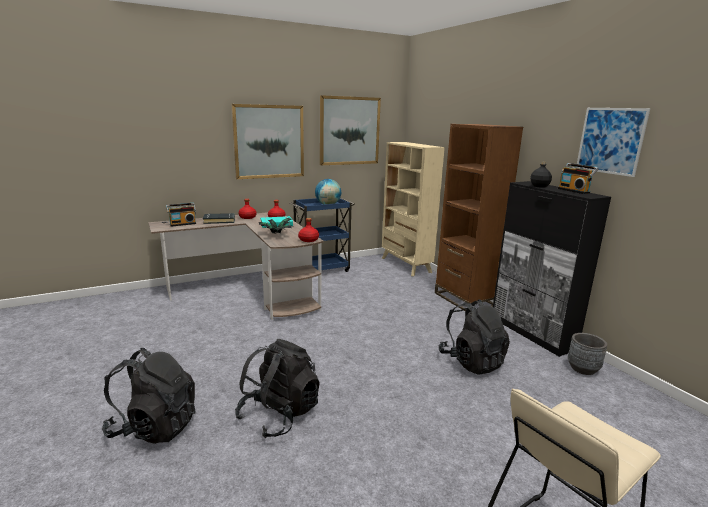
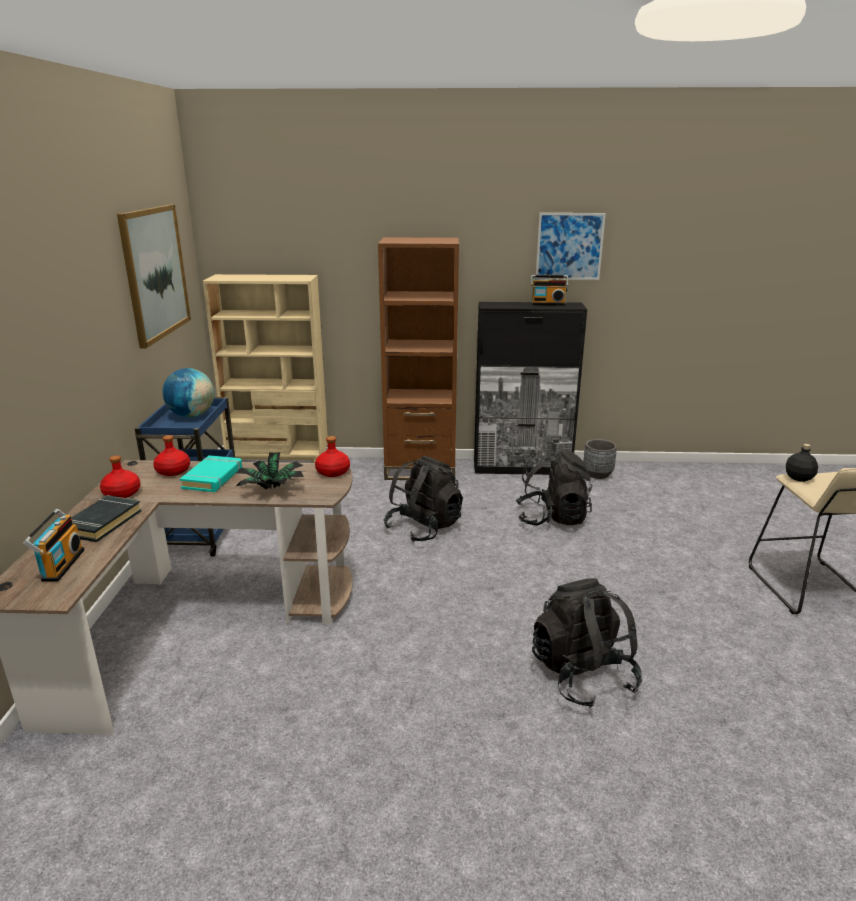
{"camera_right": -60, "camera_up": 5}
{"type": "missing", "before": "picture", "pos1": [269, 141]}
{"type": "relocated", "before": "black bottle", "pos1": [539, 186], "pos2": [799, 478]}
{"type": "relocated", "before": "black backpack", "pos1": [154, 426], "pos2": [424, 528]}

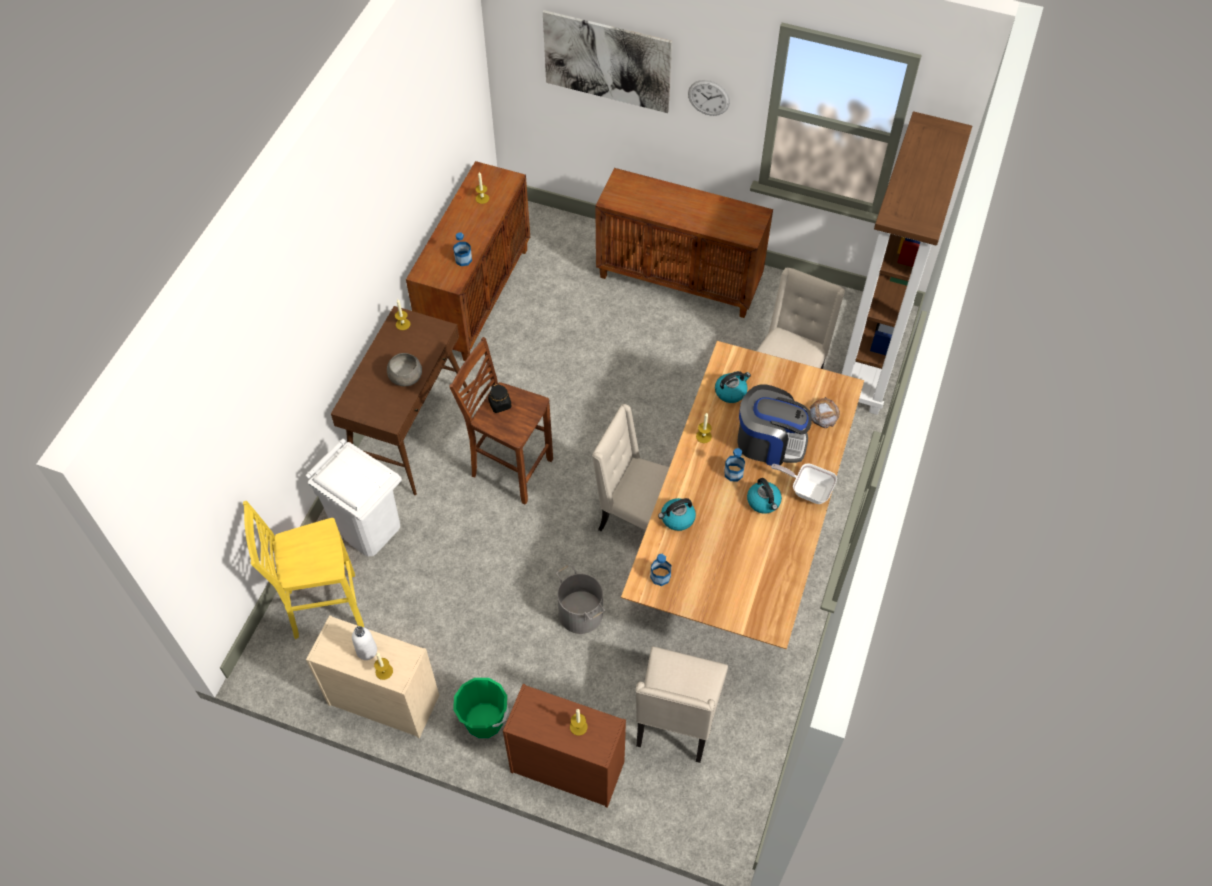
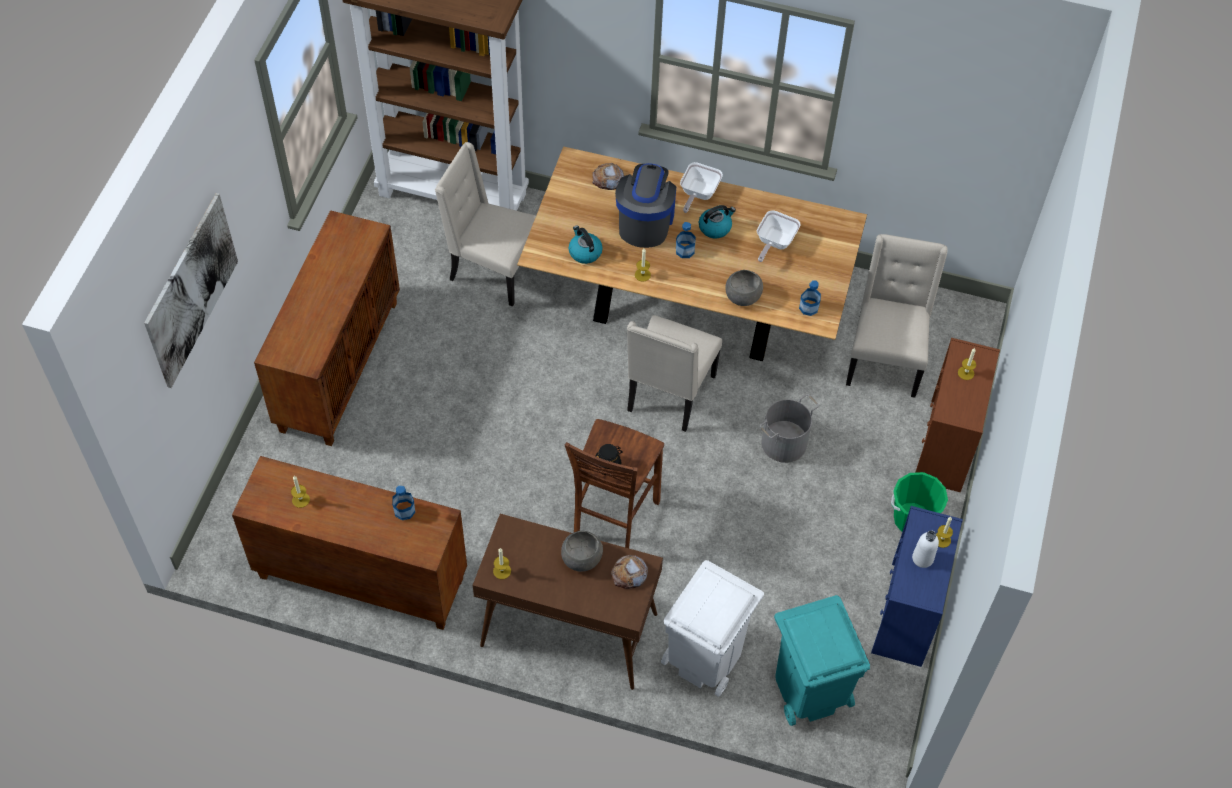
{"camera_right": -95, "camera_up": 0}
{"type": "missing", "before": "wall clock", "pos1": [708, 97]}
{"type": "exchanged", "before": "kettle", "after": "grey bowl", "pos1": [677, 519], "pos2": [742, 295]}
{"type": "exchanged", "before": "yellow stool", "after": "turquoise trash can", "pos1": [323, 607], "pos2": [809, 690]}
{"type": "colour", "before": "beige dresser", "after": "blue dresser", "pos1": [382, 699], "pos2": [906, 615]}
{"type": "spun", "before": "beige chair", "pos1": [676, 721], "pos2": [884, 360], "turn": -90}
{"type": "appeared", "after": "frying pan", "pos2": [774, 243]}
{"type": "appeared", "after": "bread", "pos2": [629, 574]}

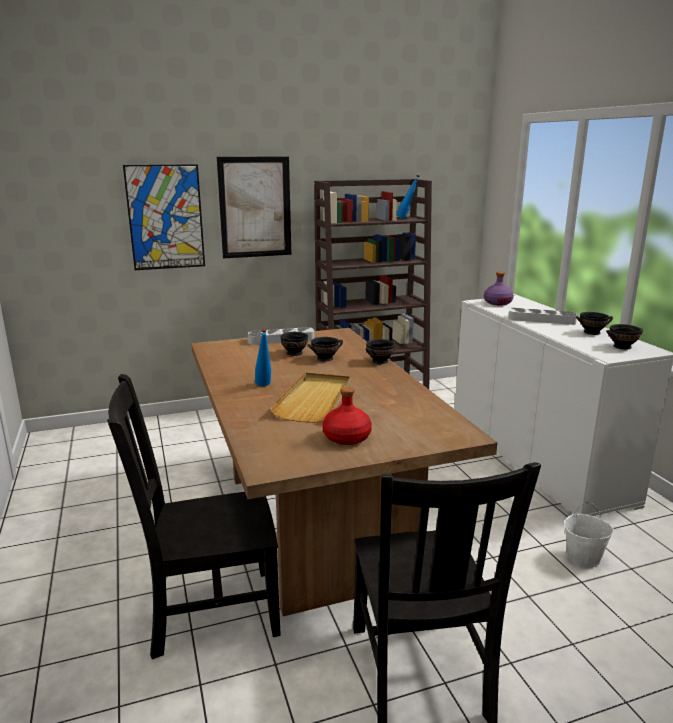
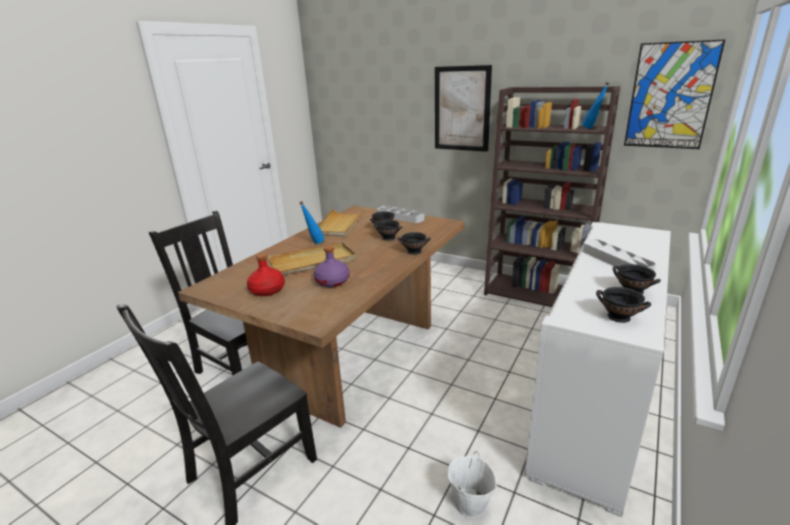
{"camera_right": 50, "camera_up": 5}
{"type": "relocated", "before": "picture", "pos1": [165, 217], "pos2": [670, 96]}
{"type": "relocated", "before": "purple bottle", "pos1": [497, 303], "pos2": [333, 281]}
{"type": "appeared", "after": "beige tray", "pos2": [340, 225]}

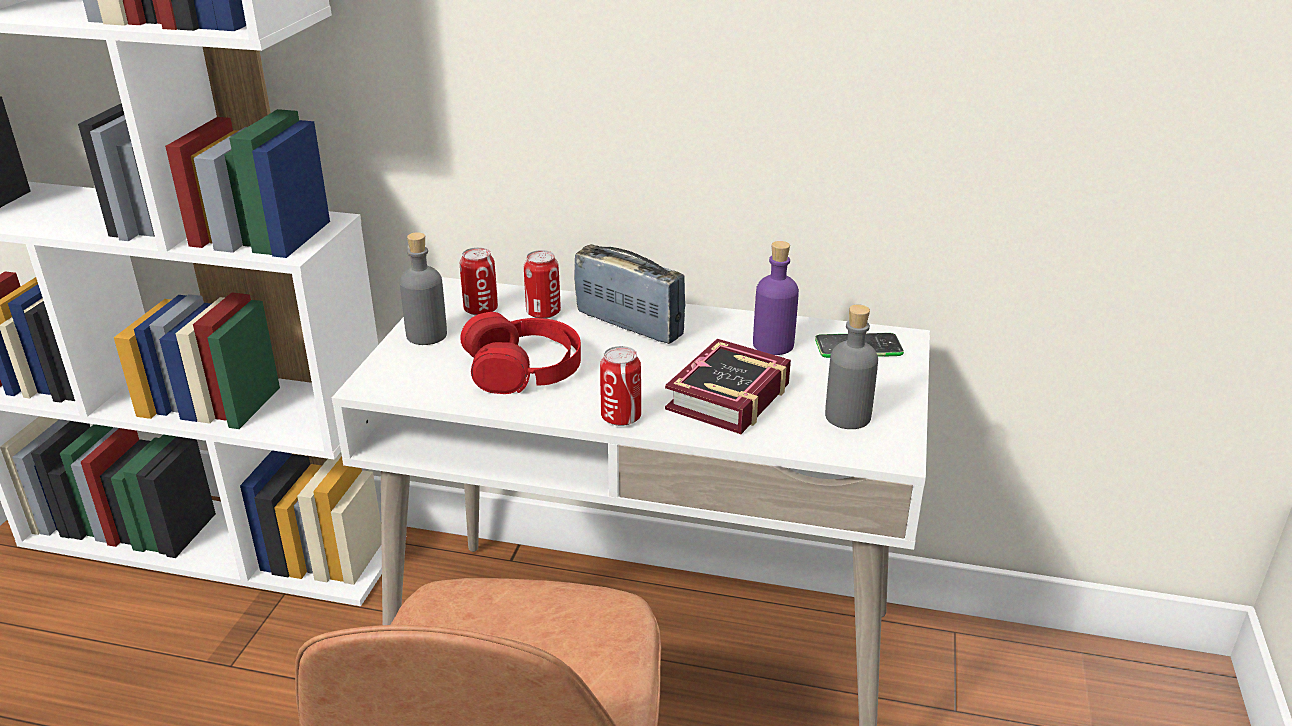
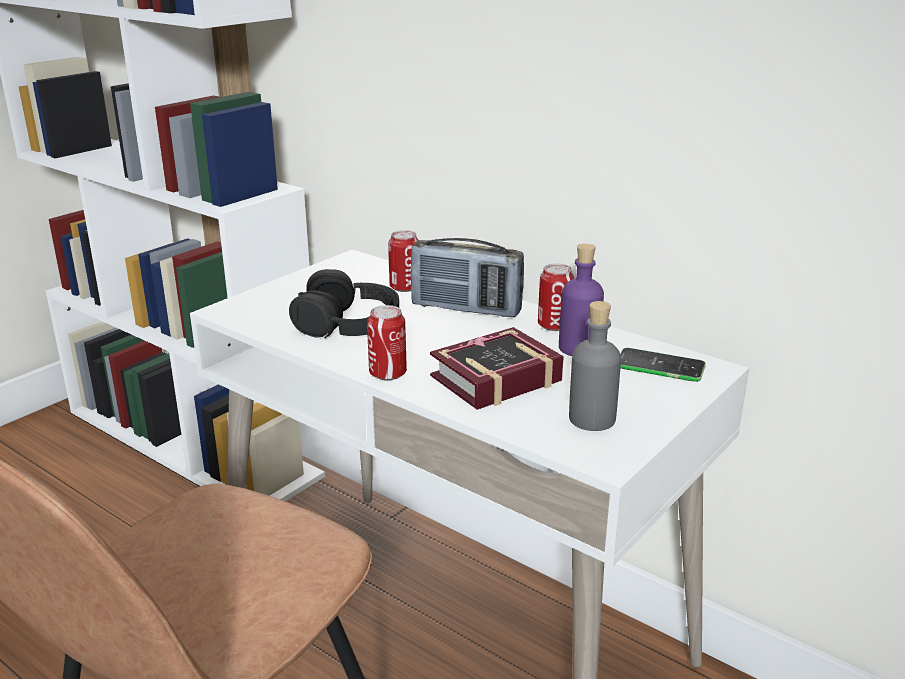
{"camera_right": 25, "camera_up": -5}
{"type": "missing", "before": "grey bottle", "pos1": [427, 335]}
{"type": "spun", "before": "radio", "pos1": [629, 325], "pos2": [466, 309], "turn": 135}
{"type": "relocated", "before": "can", "pos1": [481, 310], "pos2": [554, 325]}
{"type": "colour", "before": "red headphones", "after": "black headphones", "pos1": [524, 368], "pos2": [348, 322]}

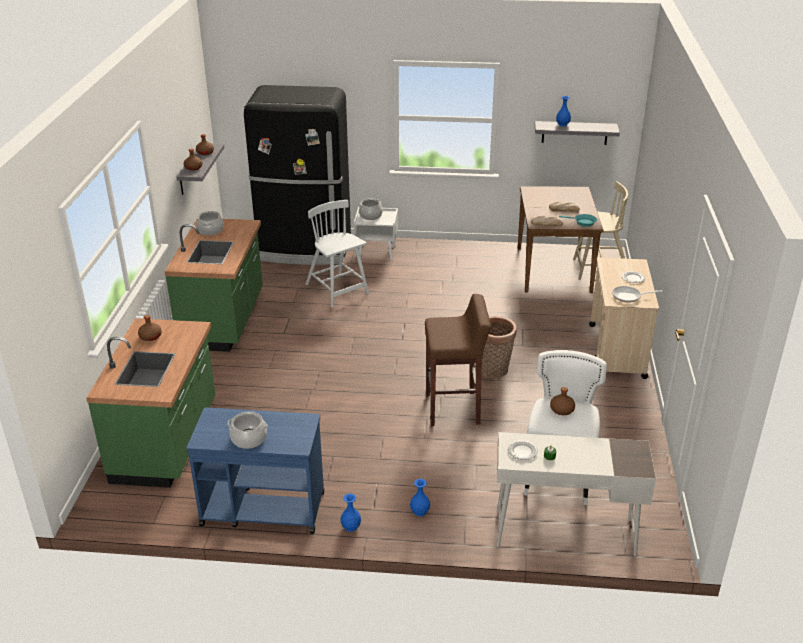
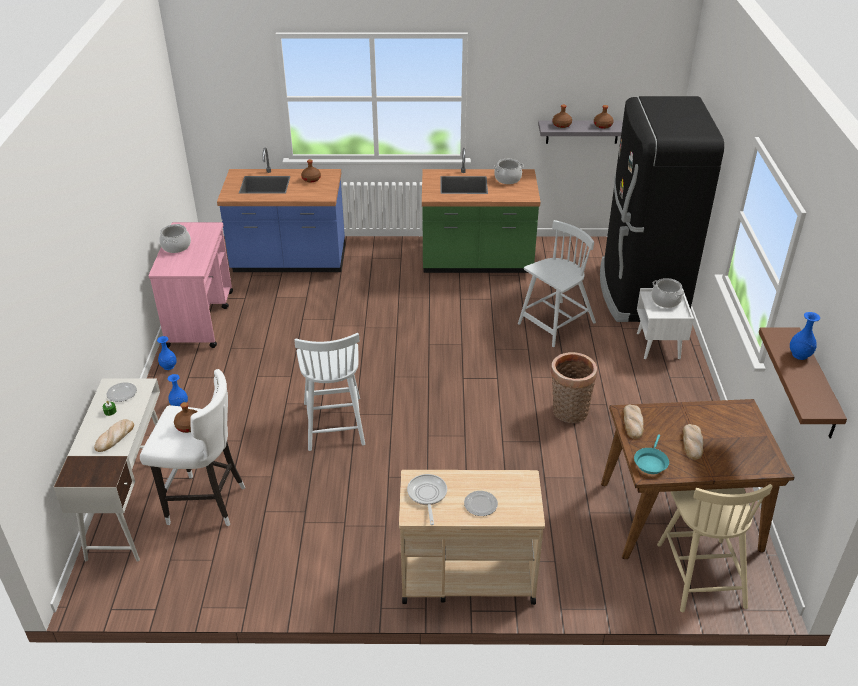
{"camera_right": 85, "camera_up": 5}
{"type": "colour", "before": "grey shelf", "after": "brown shelf", "pos1": [574, 133], "pos2": [817, 385]}
{"type": "exchanged", "before": "brown stool", "after": "white chair", "pos1": [453, 409], "pos2": [334, 422]}
{"type": "relocated", "before": "basket", "pos1": [494, 371], "pos2": [568, 413]}
{"type": "colour", "before": "green counter", "after": "blue counter", "pos1": [167, 442], "pos2": [289, 261]}
{"type": "colour", "before": "blue cart", "after": "pink cart", "pos1": [262, 508], "pos2": [200, 318]}
{"type": "appeared", "after": "bread", "pos2": [114, 437]}

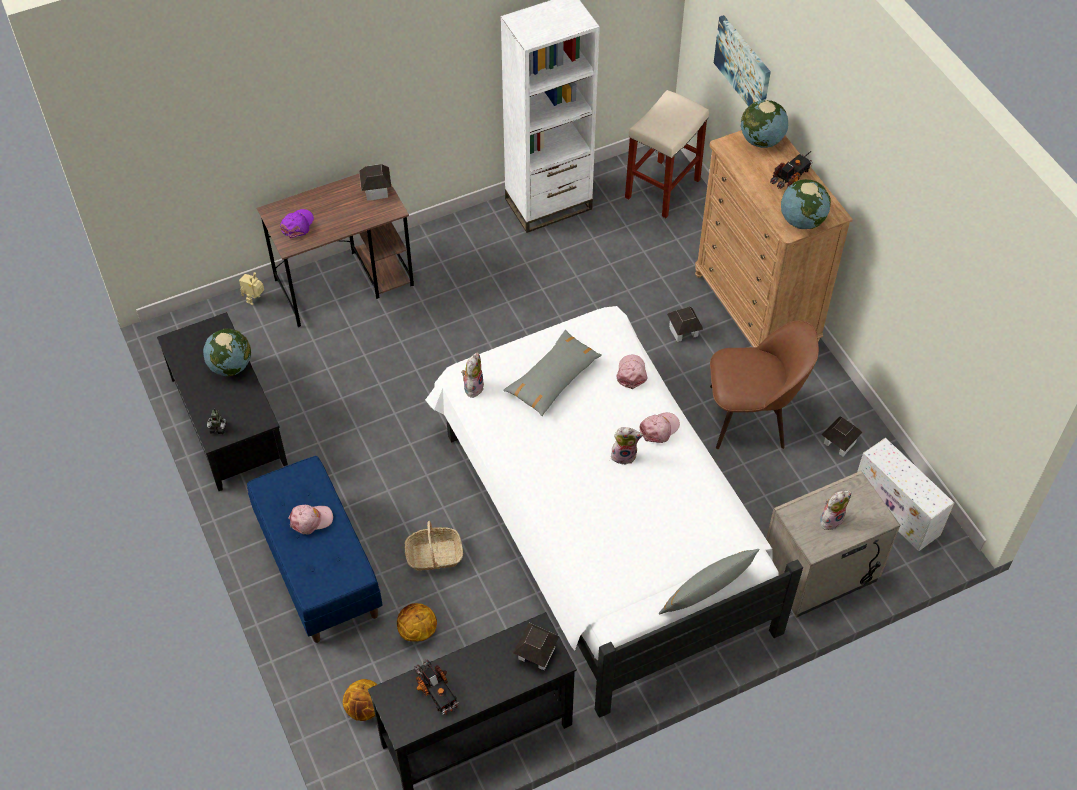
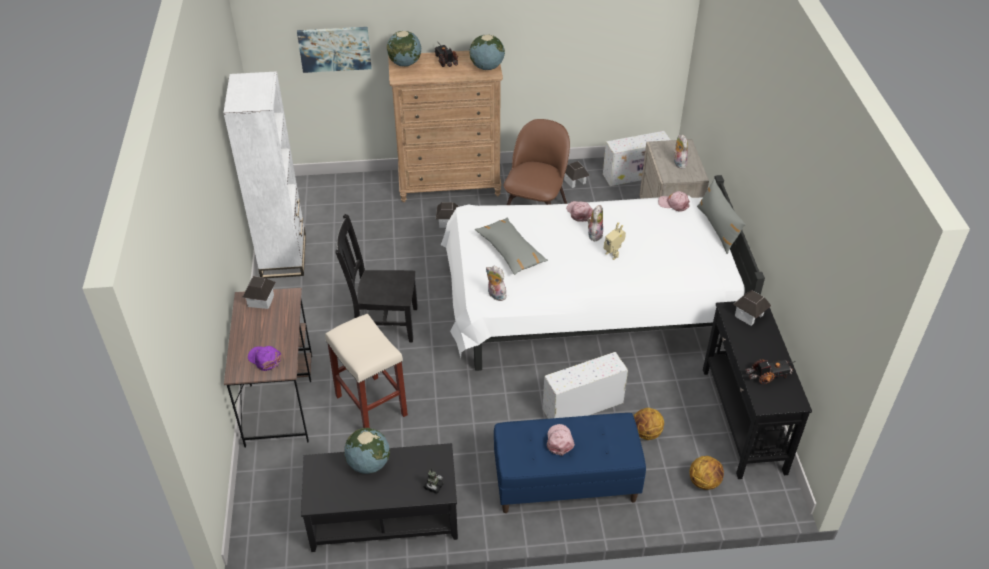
{"camera_right": -70, "camera_up": -10}
{"type": "relocated", "before": "beige stool", "pos1": [662, 189], "pos2": [372, 406]}
{"type": "relocated", "before": "toy robot", "pos1": [255, 300], "pos2": [613, 254]}
{"type": "relocated", "before": "pink cap", "pos1": [631, 373], "pos2": [674, 204]}
{"type": "exchanged", "before": "basket", "after": "white storage box", "pos1": [434, 555], "pos2": [581, 406]}
{"type": "appeared", "after": "black chair", "pos2": [383, 323]}

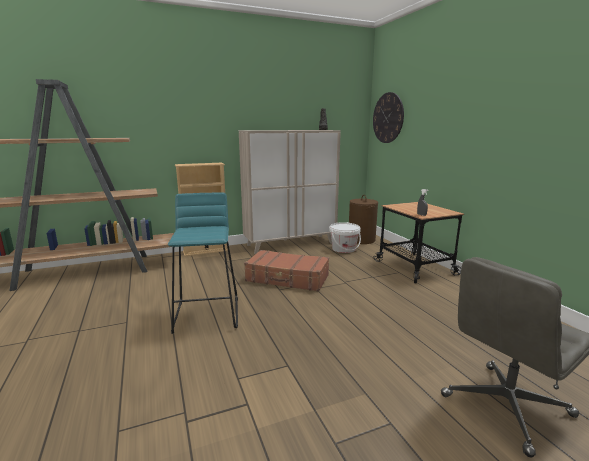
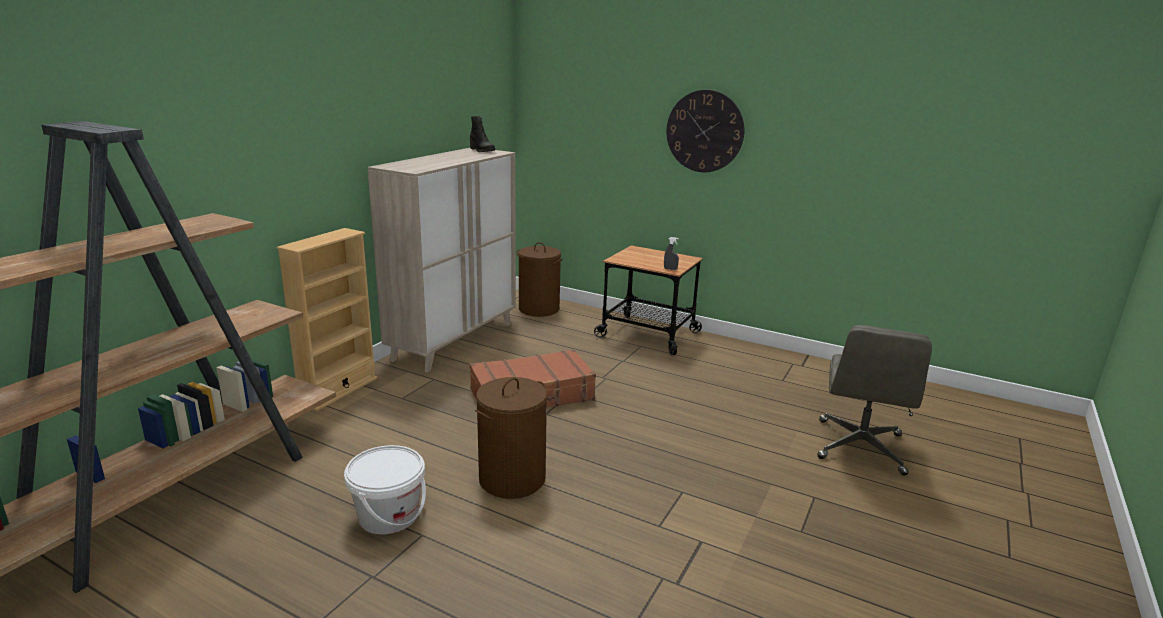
{"camera_right": -40, "camera_up": 5}
{"type": "relocated", "before": "wall clock", "pos1": [388, 118], "pos2": [704, 131]}
{"type": "exchanged", "before": "turquoise stool", "after": "brown laundry basket", "pos1": [207, 314], "pos2": [512, 478]}
{"type": "relocated", "before": "white bucket", "pos1": [344, 249], "pos2": [389, 515]}

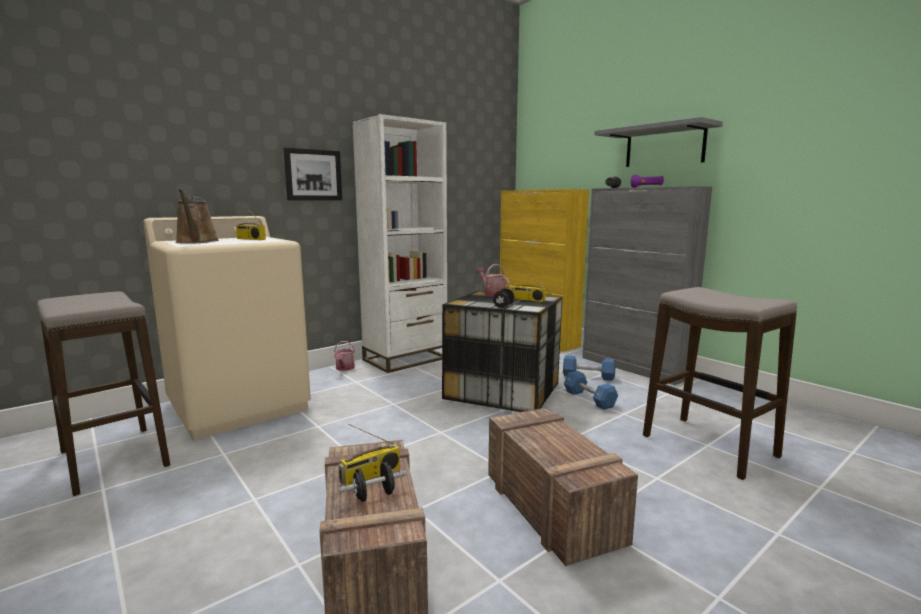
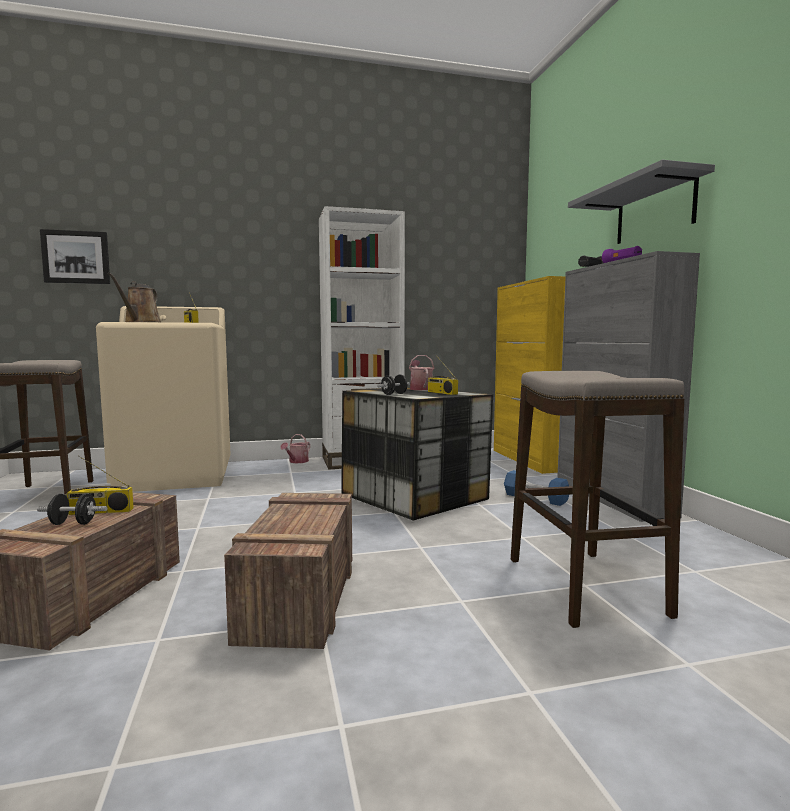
{"camera_right": 25, "camera_up": -5}
{"type": "relocated", "before": "picture", "pos1": [313, 175], "pos2": [76, 257]}
{"type": "missing", "before": "blue dumbbell", "pos1": [589, 399]}

